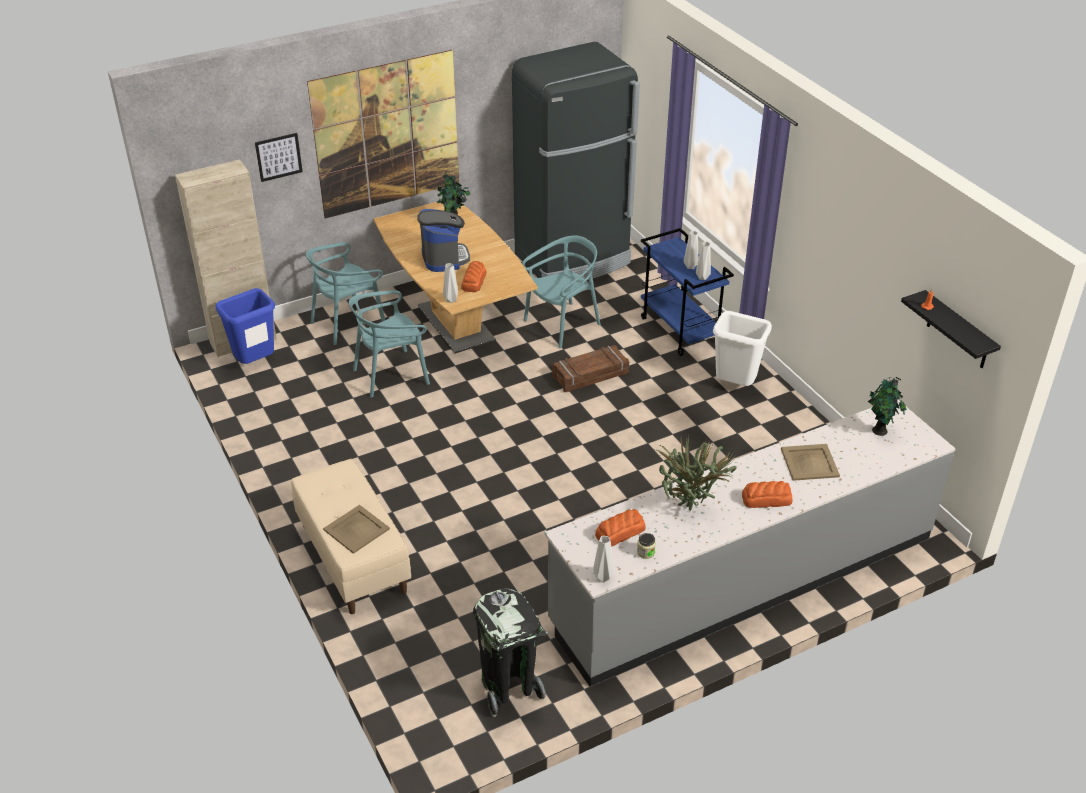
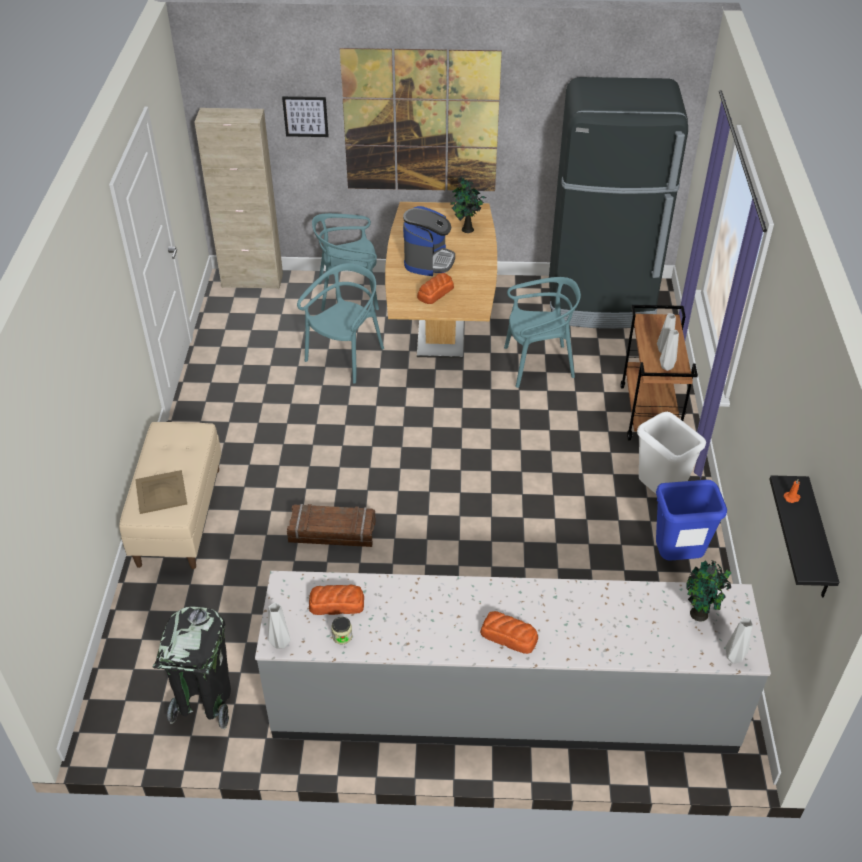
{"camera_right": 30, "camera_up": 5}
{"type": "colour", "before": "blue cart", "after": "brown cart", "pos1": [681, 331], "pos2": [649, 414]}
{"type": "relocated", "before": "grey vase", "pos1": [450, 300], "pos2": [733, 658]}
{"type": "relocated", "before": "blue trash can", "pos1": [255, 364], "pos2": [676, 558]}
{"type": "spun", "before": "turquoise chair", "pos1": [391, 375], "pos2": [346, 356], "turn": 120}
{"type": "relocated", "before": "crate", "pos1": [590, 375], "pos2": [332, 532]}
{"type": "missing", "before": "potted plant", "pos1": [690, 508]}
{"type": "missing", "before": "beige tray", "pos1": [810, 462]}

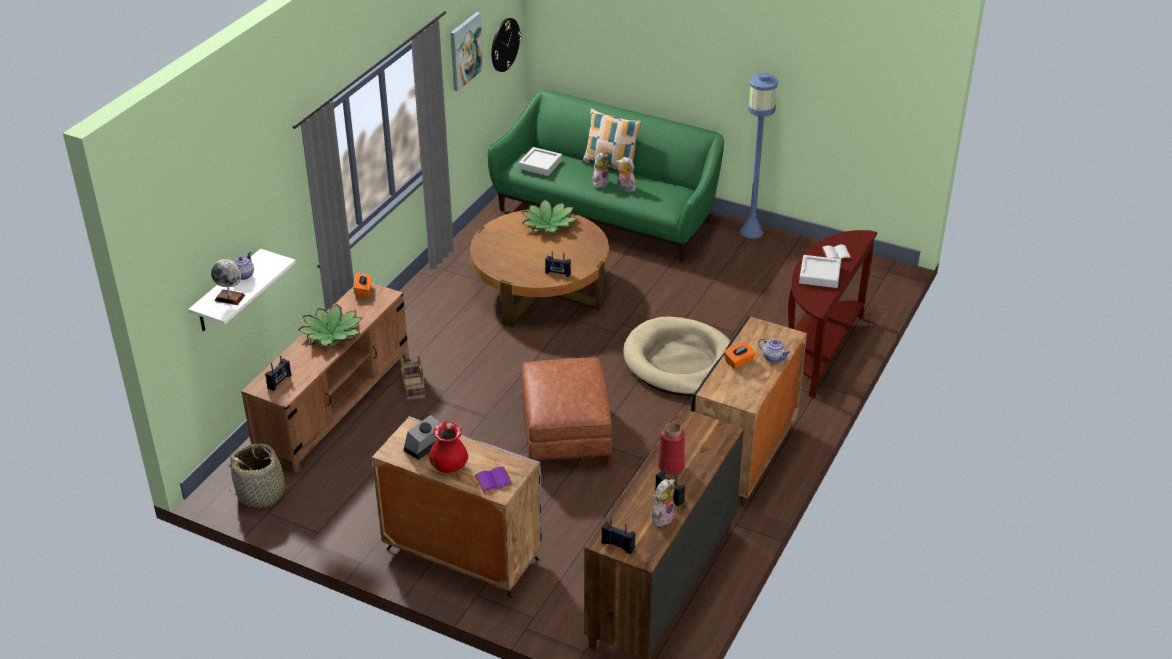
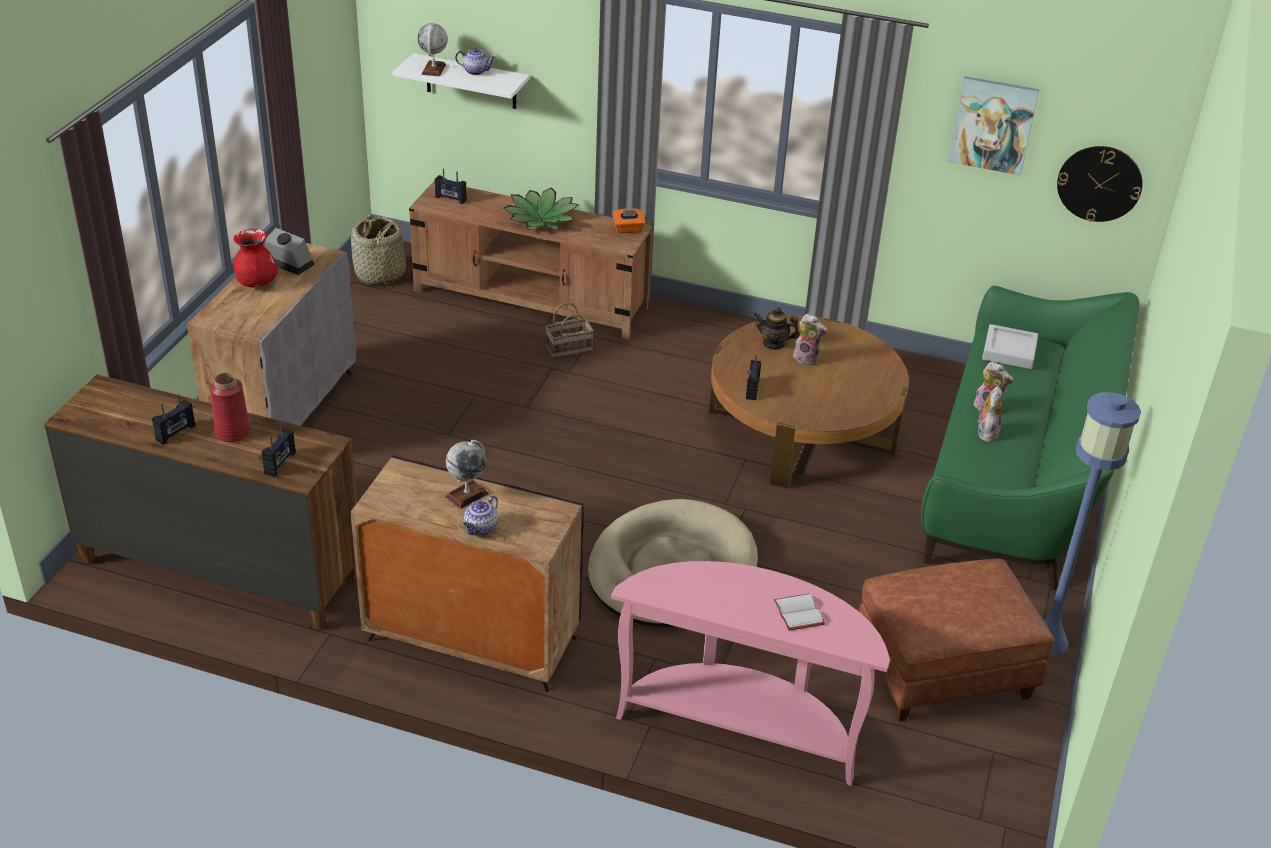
{"camera_right": 80, "camera_up": 0}
{"type": "missing", "before": "pillow", "pos1": [610, 165]}
{"type": "missing", "before": "potted plant", "pos1": [549, 224]}
{"type": "colour", "before": "brown console table", "after": "pink console table", "pos1": [819, 350], "pos2": [742, 725]}
{"type": "missing", "before": "grey tray", "pos1": [819, 275]}
{"type": "exchanged", "before": "orange tissue box", "after": "globe", "pos1": [739, 362], "pos2": [467, 495]}
{"type": "relocated", "before": "brown ottoman", "pos1": [567, 437], "pos2": [942, 672]}
{"type": "missing", "before": "purple book", "pos1": [493, 480]}
{"type": "relocated", "before": "plush toy", "pos1": [662, 517], "pos2": [807, 358]}
{"type": "relocated", "before": "radio", "pos1": [618, 545], "pos2": [280, 463]}
{"type": "appeared", "after": "teapot", "pos2": [774, 344]}

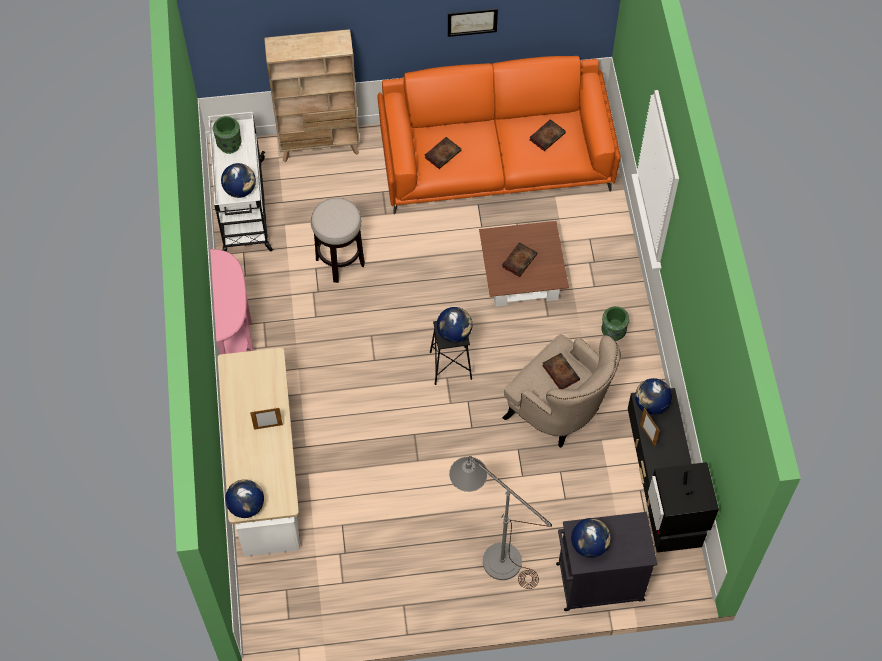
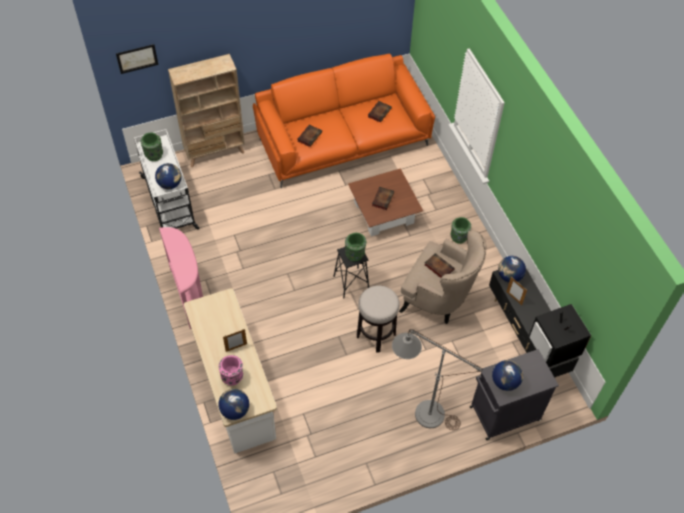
{"camera_right": -15, "camera_up": -5}
{"type": "relocated", "before": "picture", "pos1": [472, 22], "pos2": [137, 58]}
{"type": "relocated", "before": "stool", "pos1": [340, 261], "pos2": [376, 335]}
{"type": "exchanged", "before": "globe", "after": "green vase", "pos1": [454, 333], "pos2": [355, 254]}
{"type": "appeared", "after": "pink vase", "pos2": [232, 377]}

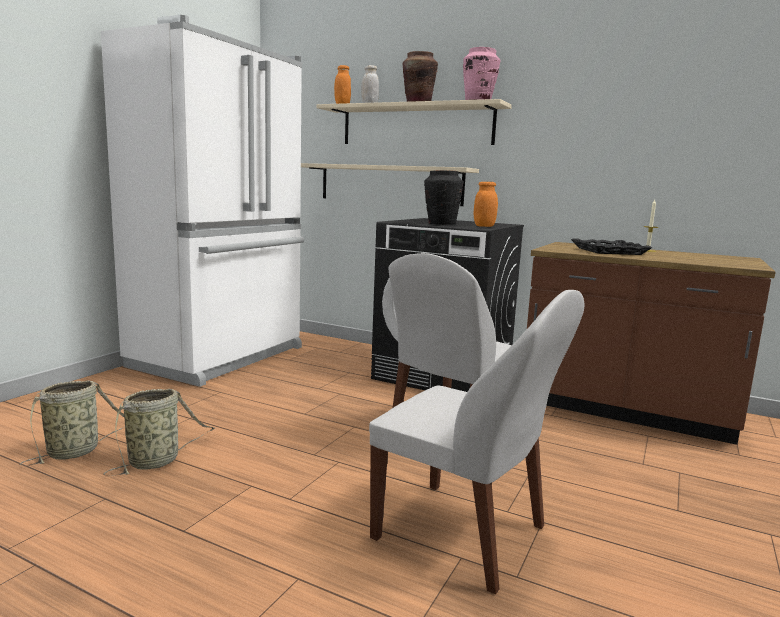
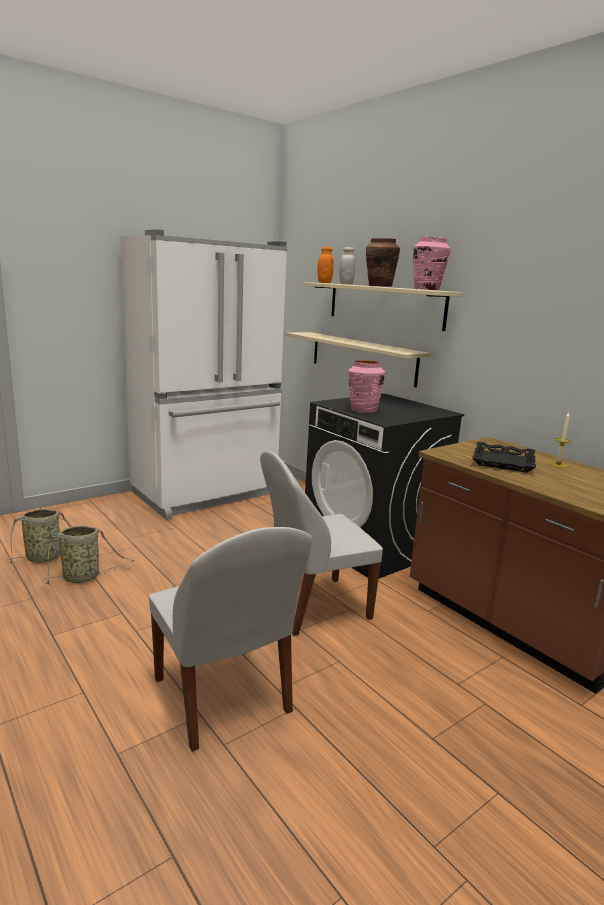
{"camera_right": 25, "camera_up": 5}
{"type": "colour", "before": "black vase", "after": "pink vase", "pos1": [441, 224], "pos2": [363, 410]}
{"type": "missing", "before": "orange jar", "pos1": [484, 226]}

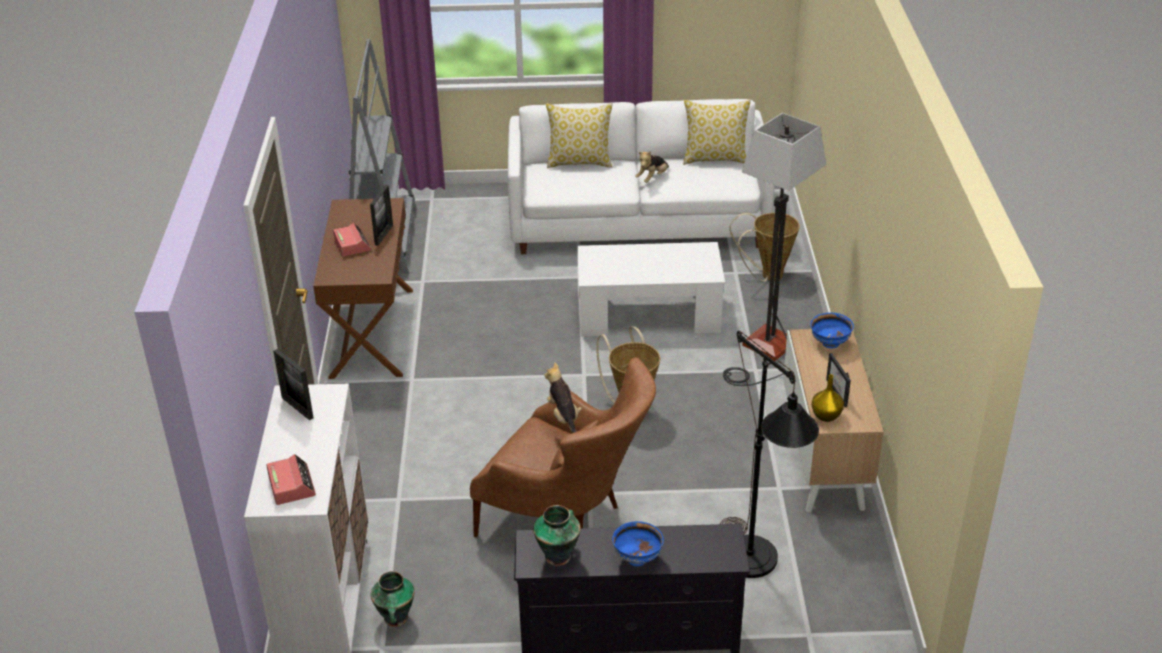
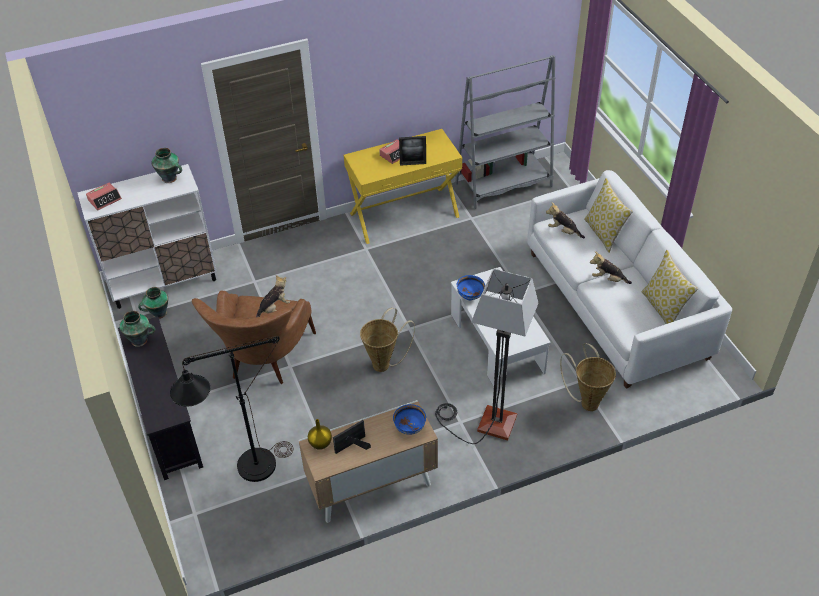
{"camera_right": 70, "camera_up": 10}
{"type": "colour", "before": "brown console table", "after": "yellow console table", "pos1": [371, 332], "pos2": [404, 215]}
{"type": "exchanged", "before": "picture frame", "after": "vase", "pos1": [297, 408], "pos2": [170, 179]}
{"type": "relocated", "before": "blue bowl", "pos1": [637, 558], "pos2": [470, 296]}
{"type": "appeared", "after": "plush toy", "pos2": [563, 231]}

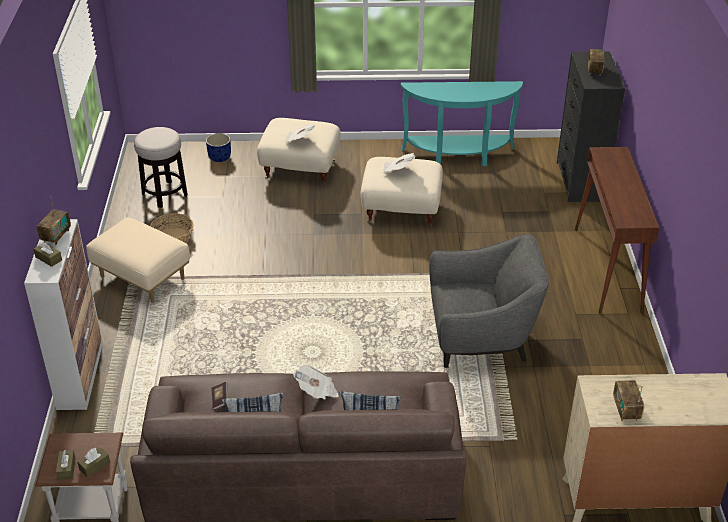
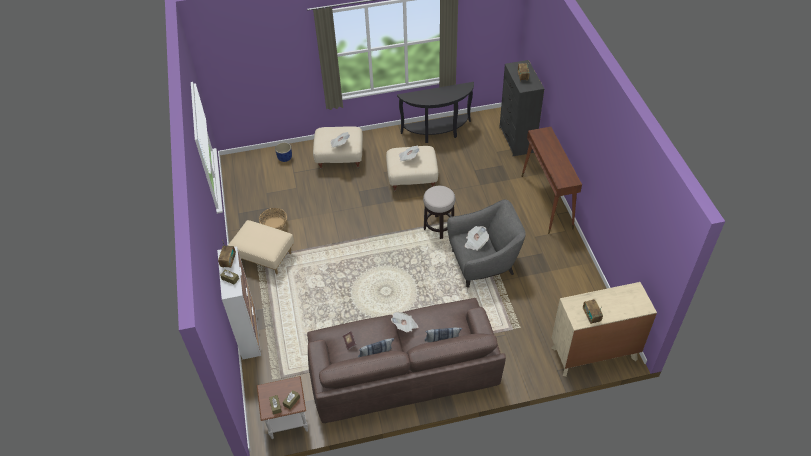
{"camera_right": -10, "camera_up": 10}
{"type": "colour", "before": "turquoise console table", "after": "black console table", "pos1": [458, 156], "pos2": [437, 133]}
{"type": "relocated", "before": "stool", "pos1": [164, 194], "pos2": [439, 227]}
{"type": "appeared", "after": "newspaper", "pos2": [475, 242]}

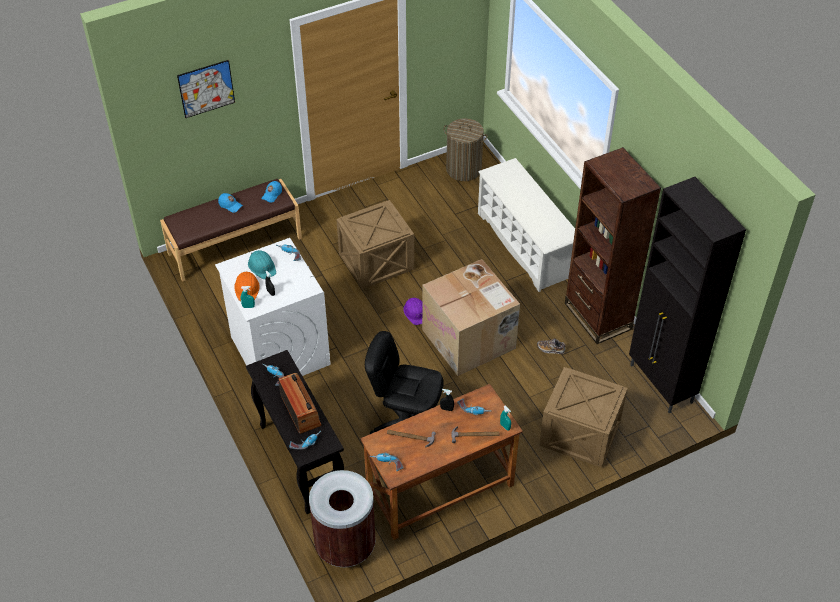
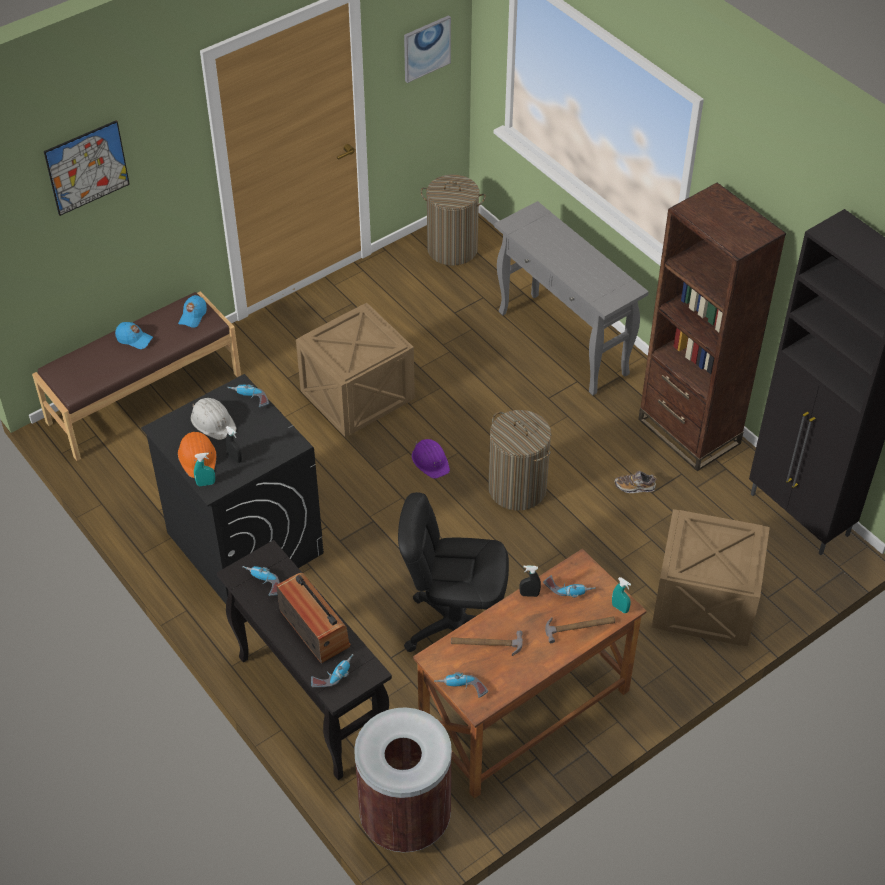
{"camera_right": -10, "camera_up": 0}
{"type": "exchanged", "before": "white shoe rack", "after": "grey console table", "pos1": [525, 245], "pos2": [564, 344]}
{"type": "colour", "before": "white washing machine", "after": "black washing machine", "pos1": [279, 350], "pos2": [244, 542]}
{"type": "colour", "before": "turquoise hard hat", "after": "white hard hat", "pos1": [262, 266], "pos2": [213, 421]}
{"type": "exchanged", "before": "cardboard box", "after": "laundry basket", "pos1": [470, 339], "pos2": [517, 488]}
{"type": "appeared", "after": "picture", "pos2": [426, 48]}

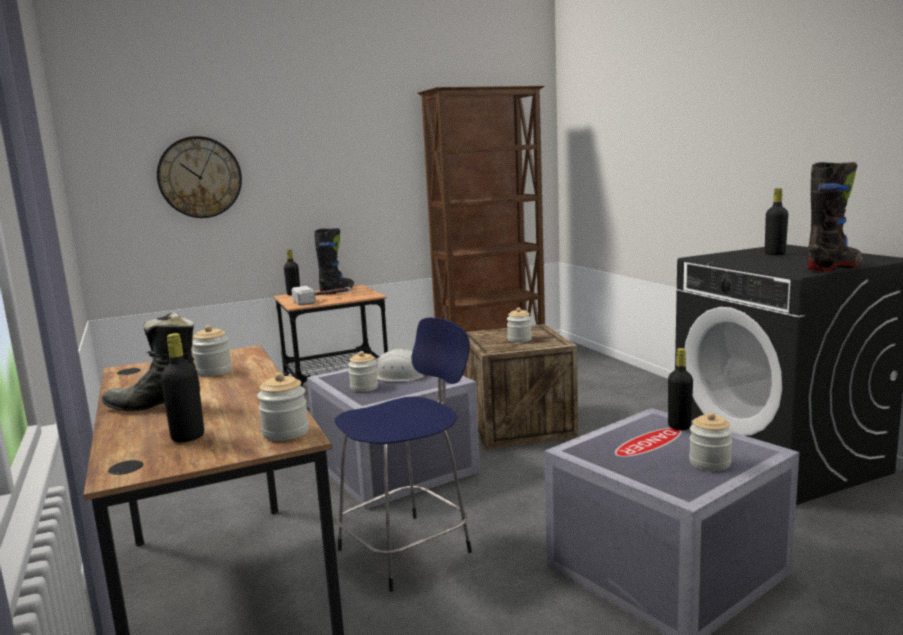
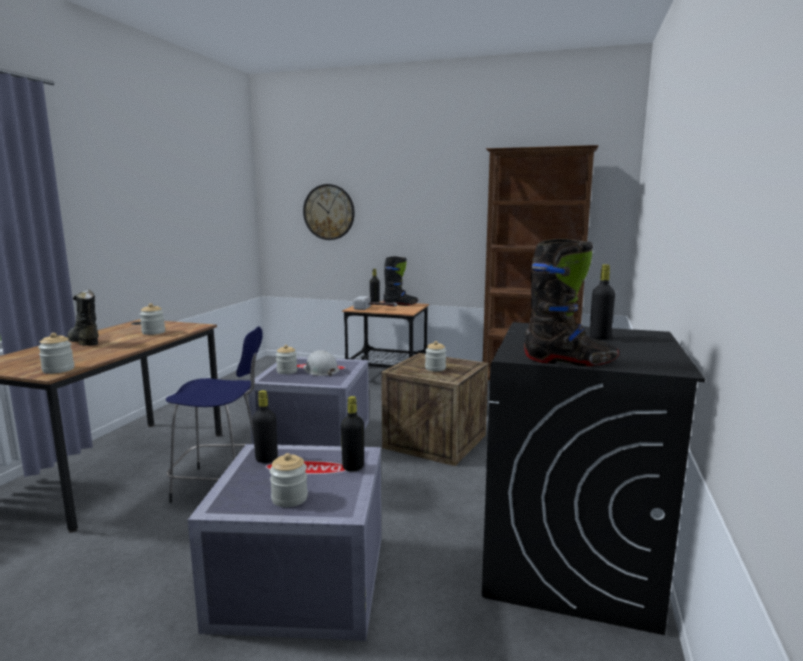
{"camera_right": 40, "camera_up": 0}
{"type": "relocated", "before": "black bottle", "pos1": [188, 437], "pos2": [266, 459]}

